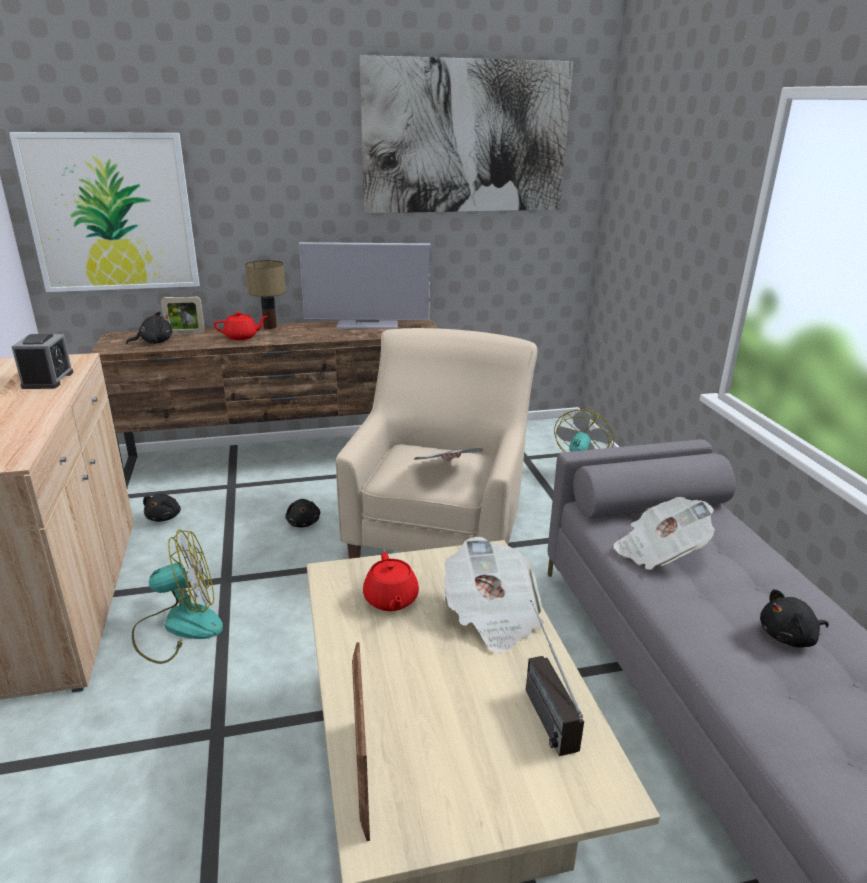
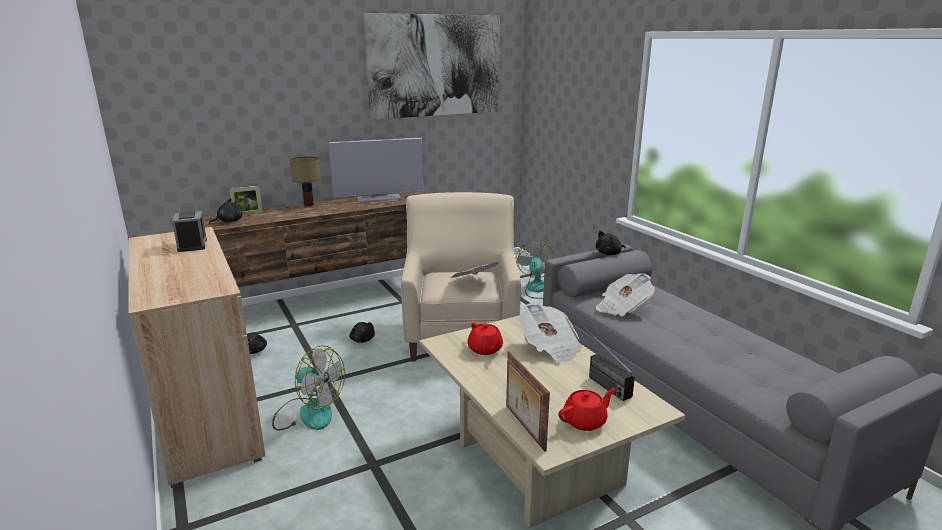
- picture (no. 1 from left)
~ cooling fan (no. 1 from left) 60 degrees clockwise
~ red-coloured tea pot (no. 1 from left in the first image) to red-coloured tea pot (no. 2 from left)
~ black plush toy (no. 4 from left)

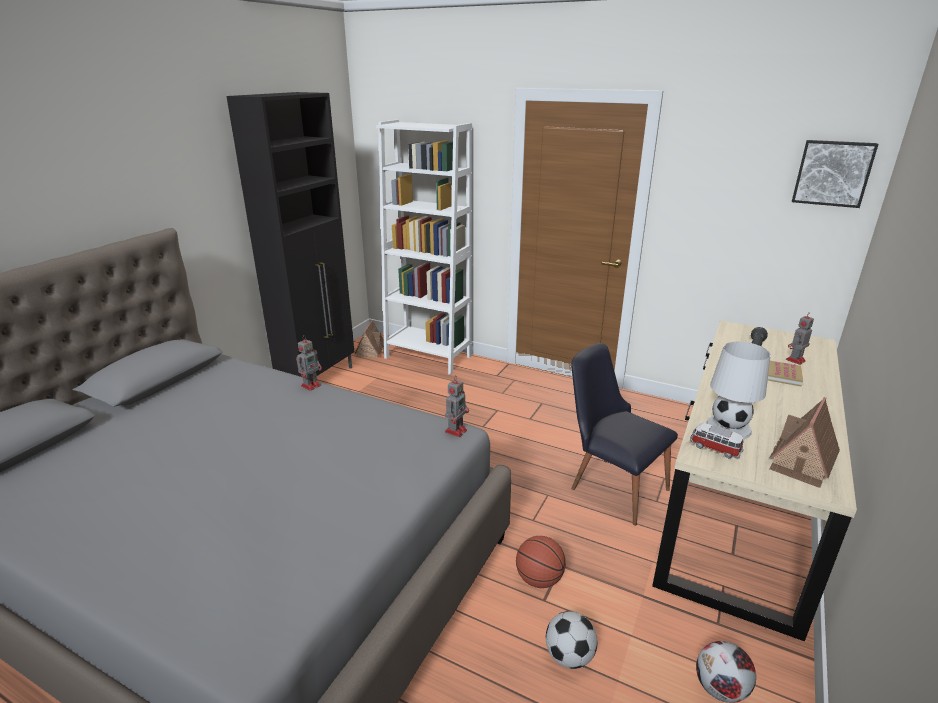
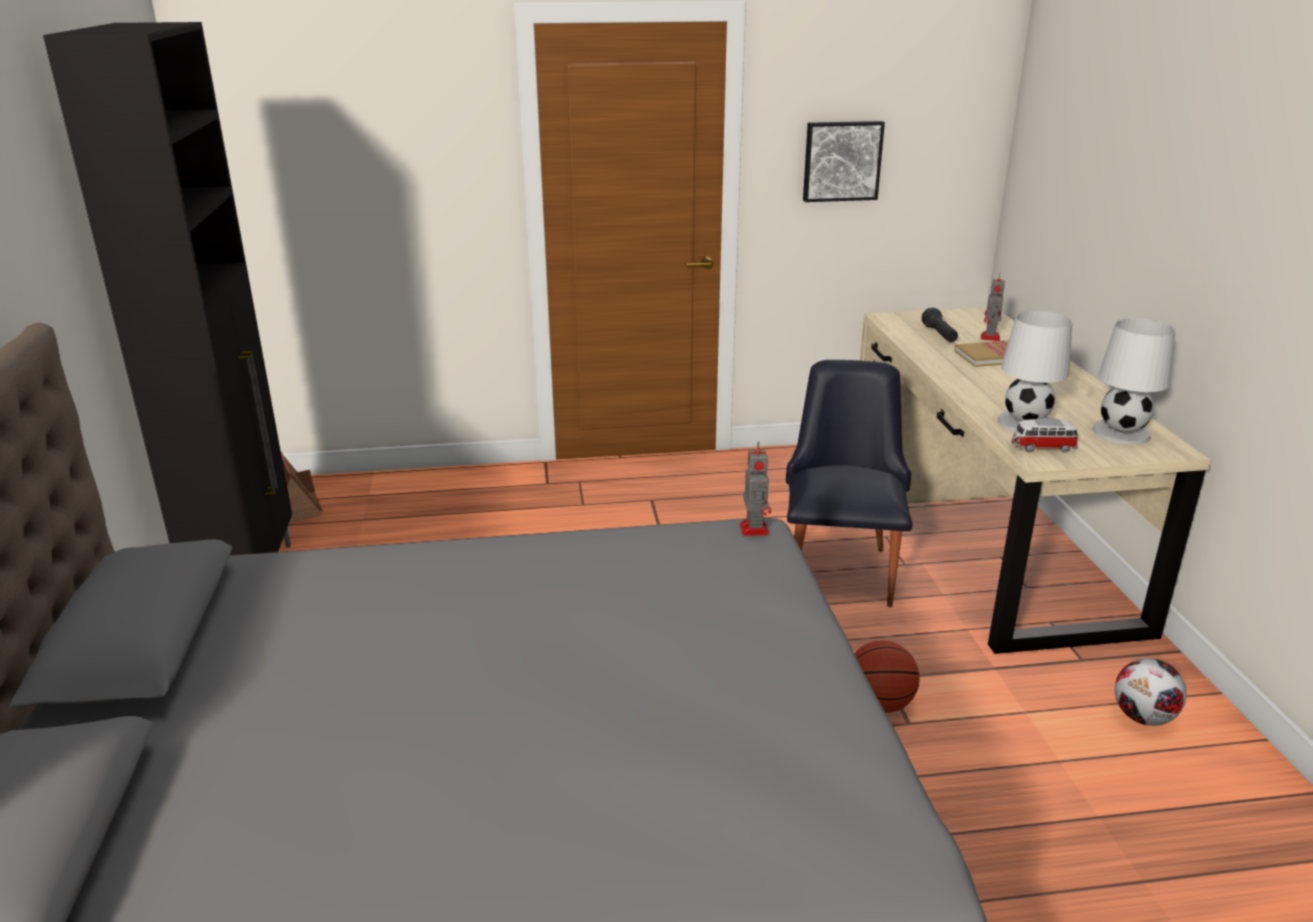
- model robot (no. 1 from left)
- white-coloured bookshelf
- football (no. 1 from left)
~ black plain chair 90 degrees clockwise
~ model house (no. 2 from left) to white-coloured lamp for a table (no. 2 from left)
~ picture

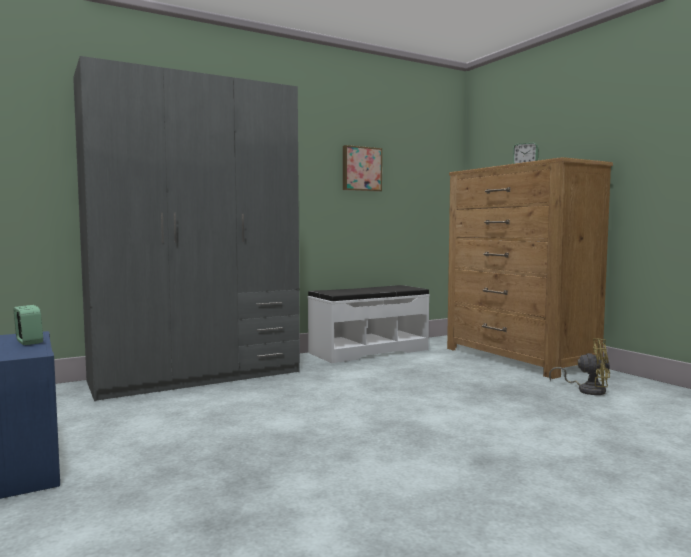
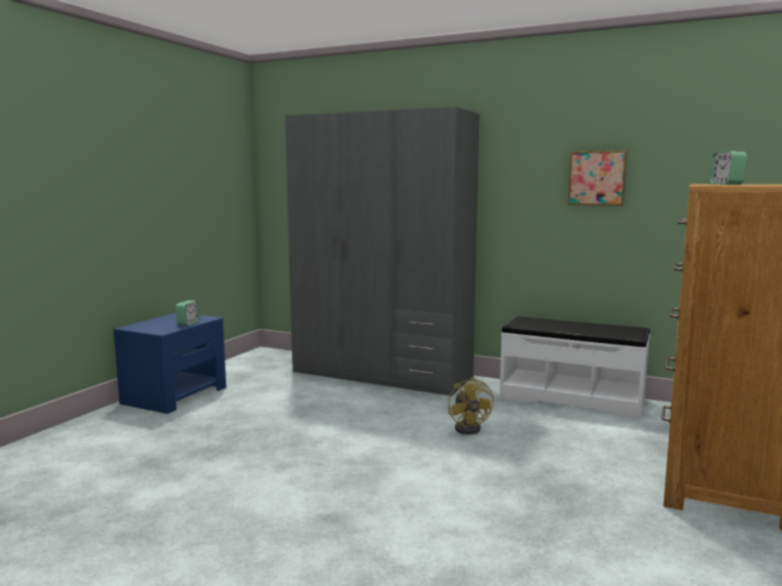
~ yellow-coloured cooling fan

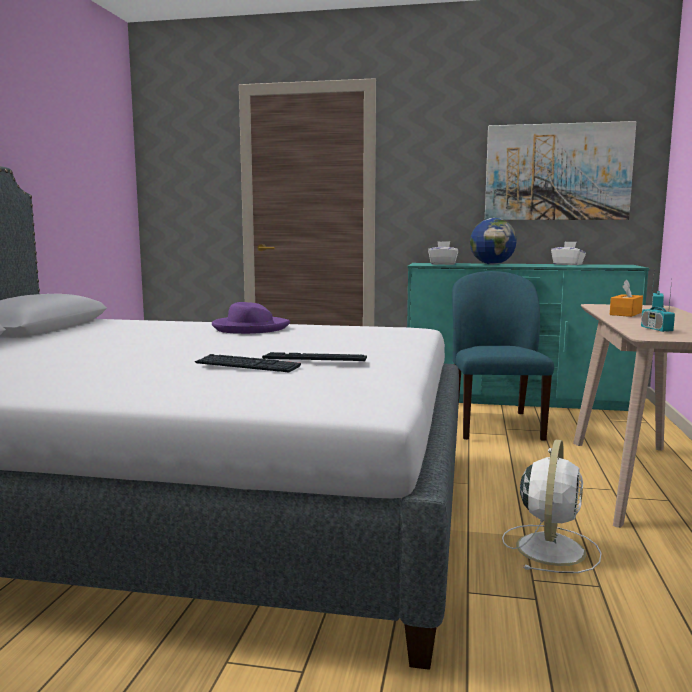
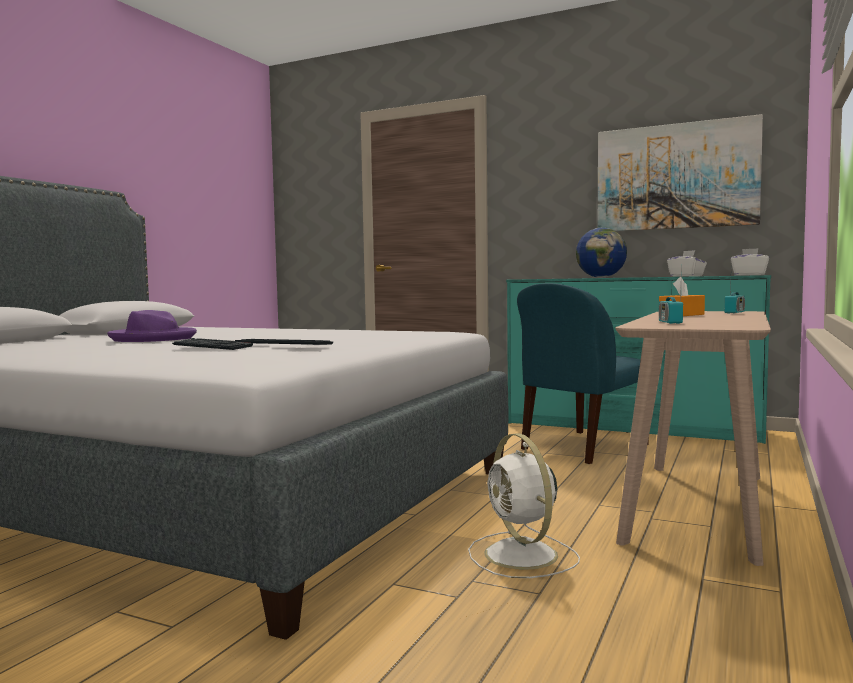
~ purple hat
~ white-coloured tissue box (no. 1 from left in the first image) to white-coloured tissue box (no. 2 from left)
~ bluish plain chair 150 degrees counterclockwise
~ white-coloured cooling fan 120 degrees clockwise

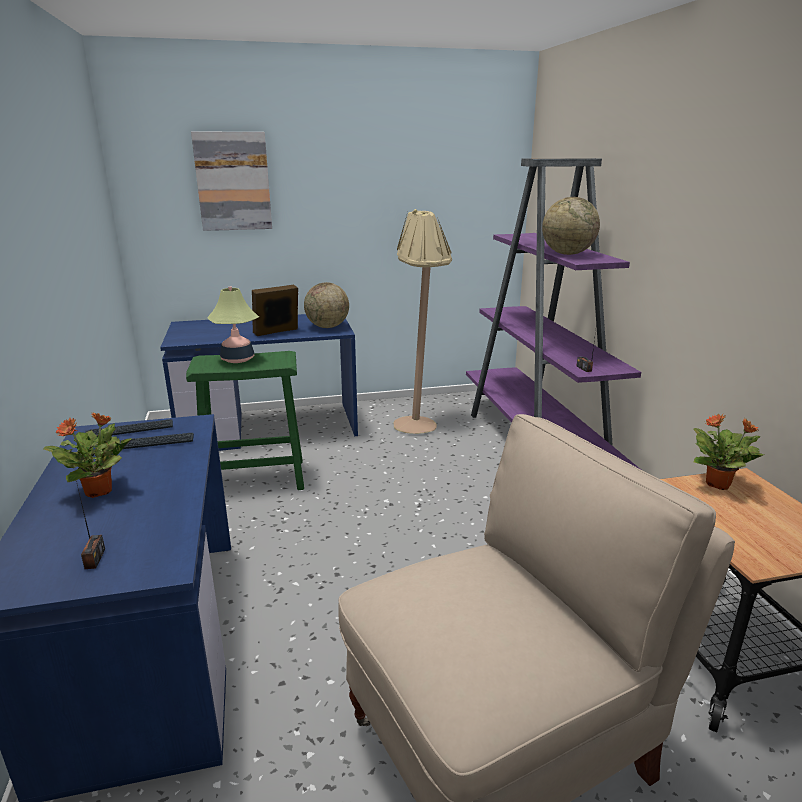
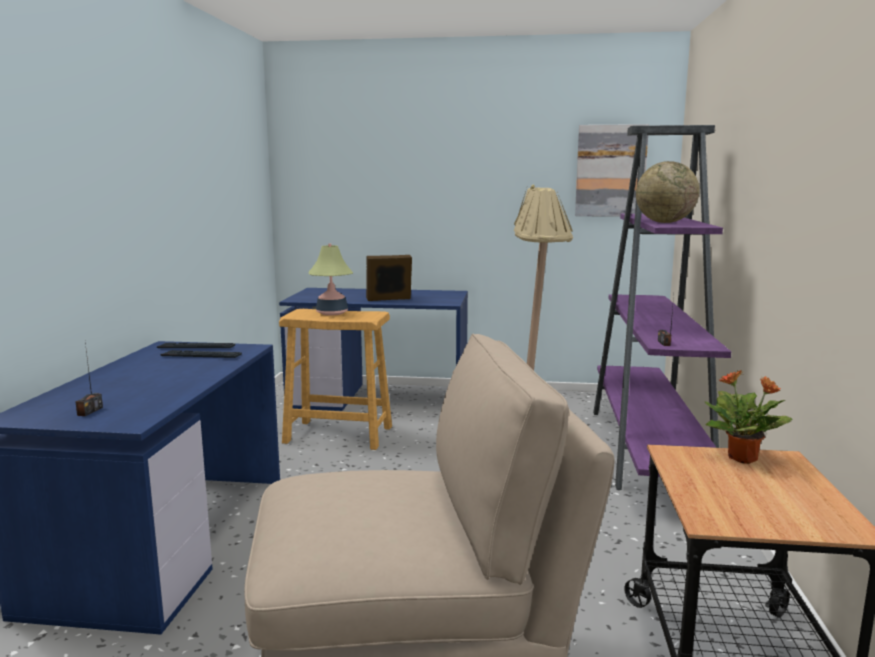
- potted plant (no. 1 from left)
~ greenish stool to sand-coloured stool
~ picture
- desk globe (no. 1 from left)

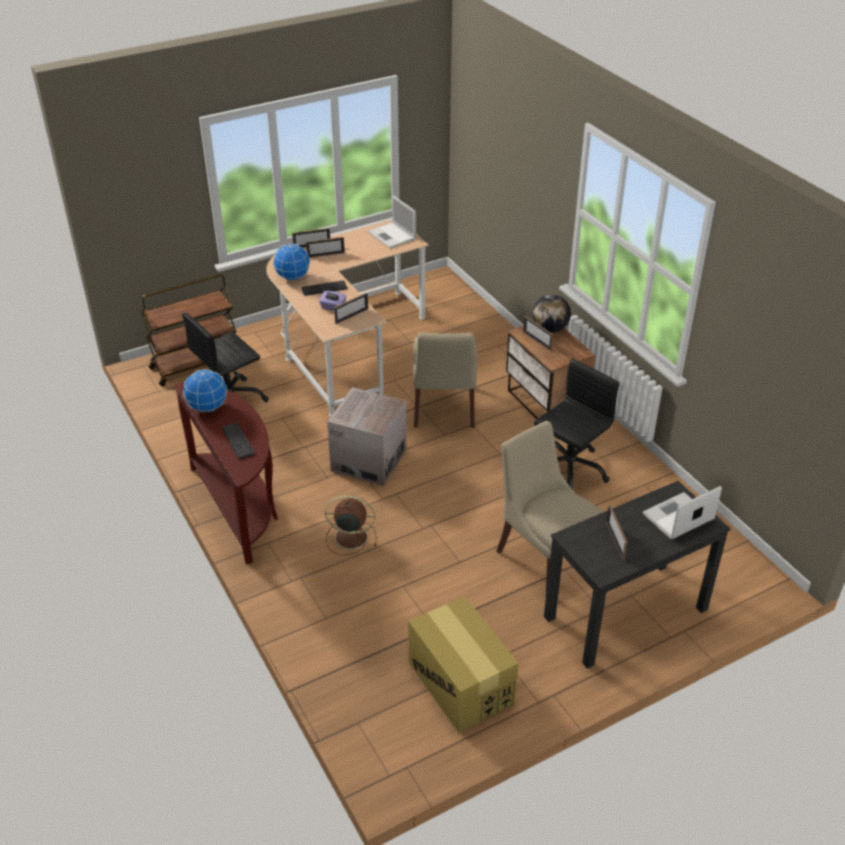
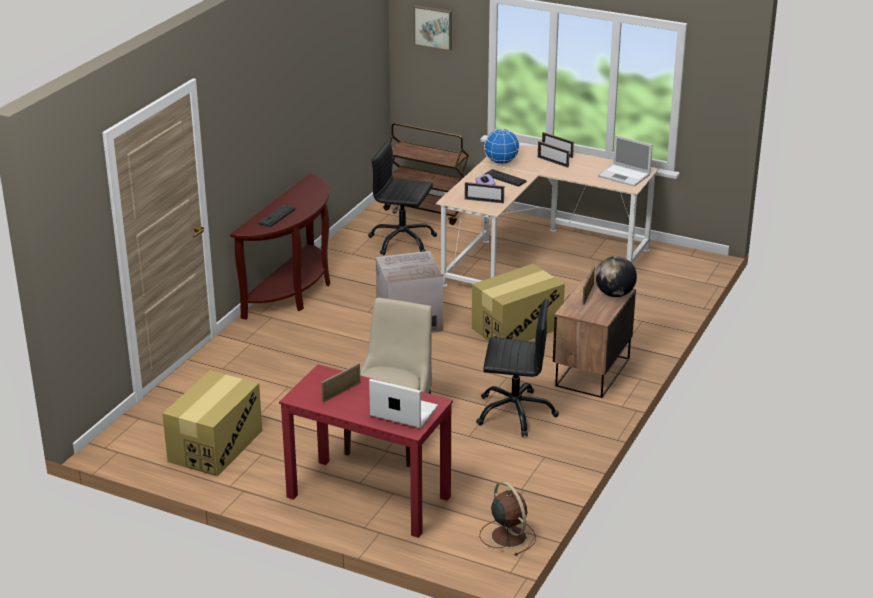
- desk globe (no. 1 from left)
~ brown-coloured cooling fan
~ portable computer (no. 1 from left in the first image) 75 degrees counterclockwise
~ sand-coloured plain chair (no. 1 from left) to packing box (no. 3 from left)
~ black desk to red-coloured desk
+ picture

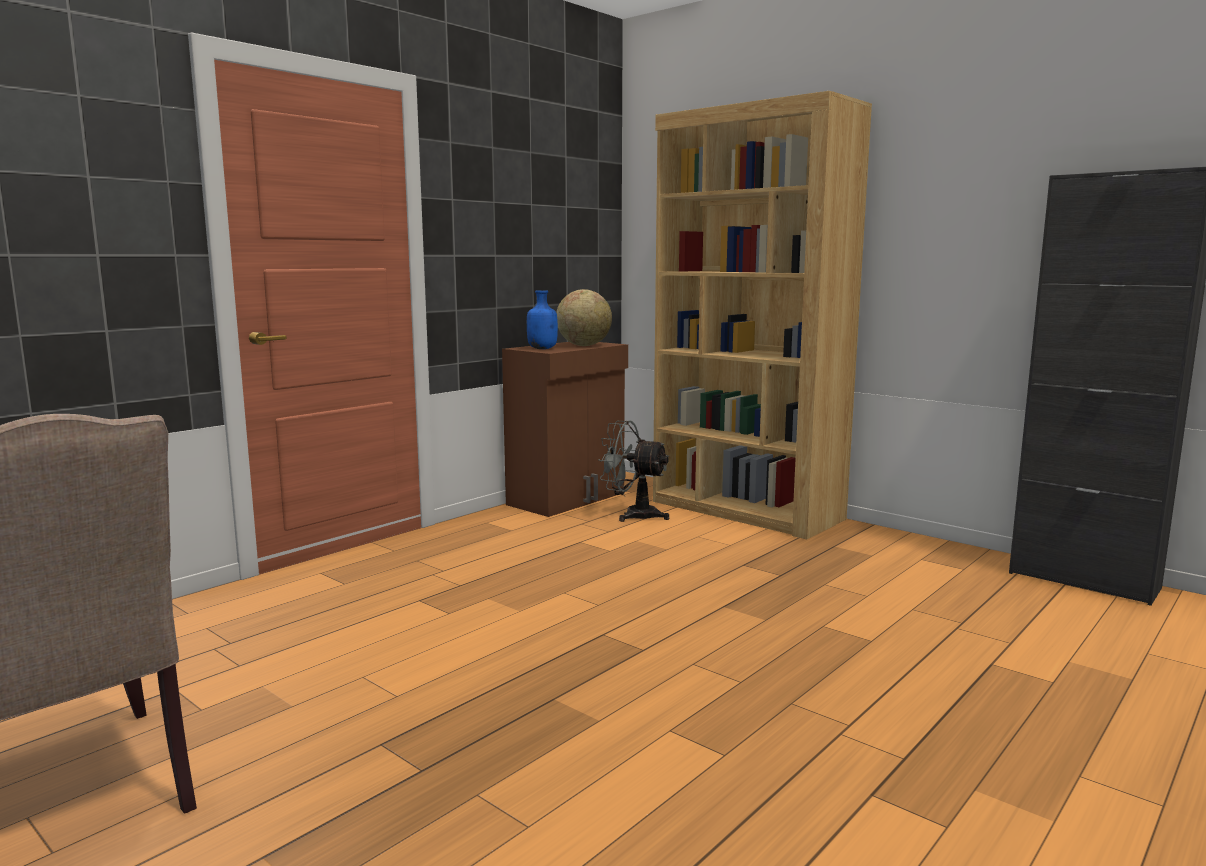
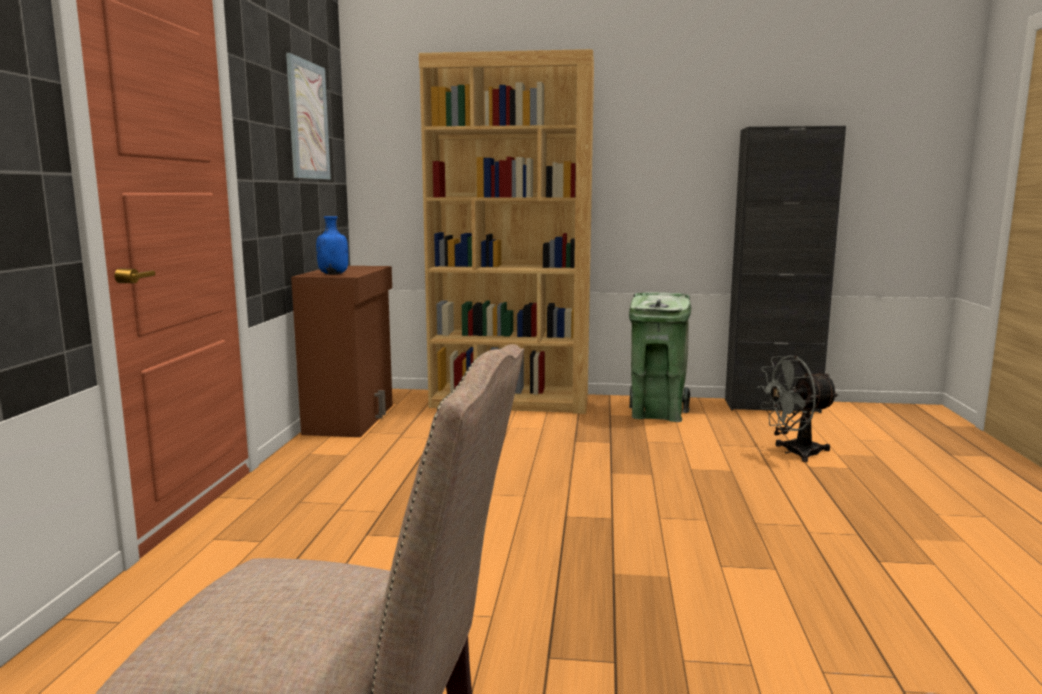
- desk globe
~ gray cooling fan
+ picture
+ greenish waste bin

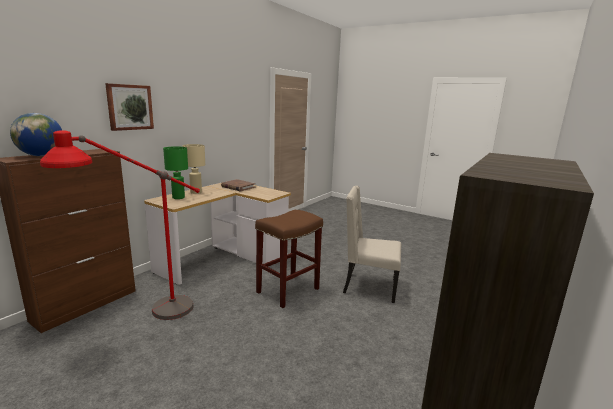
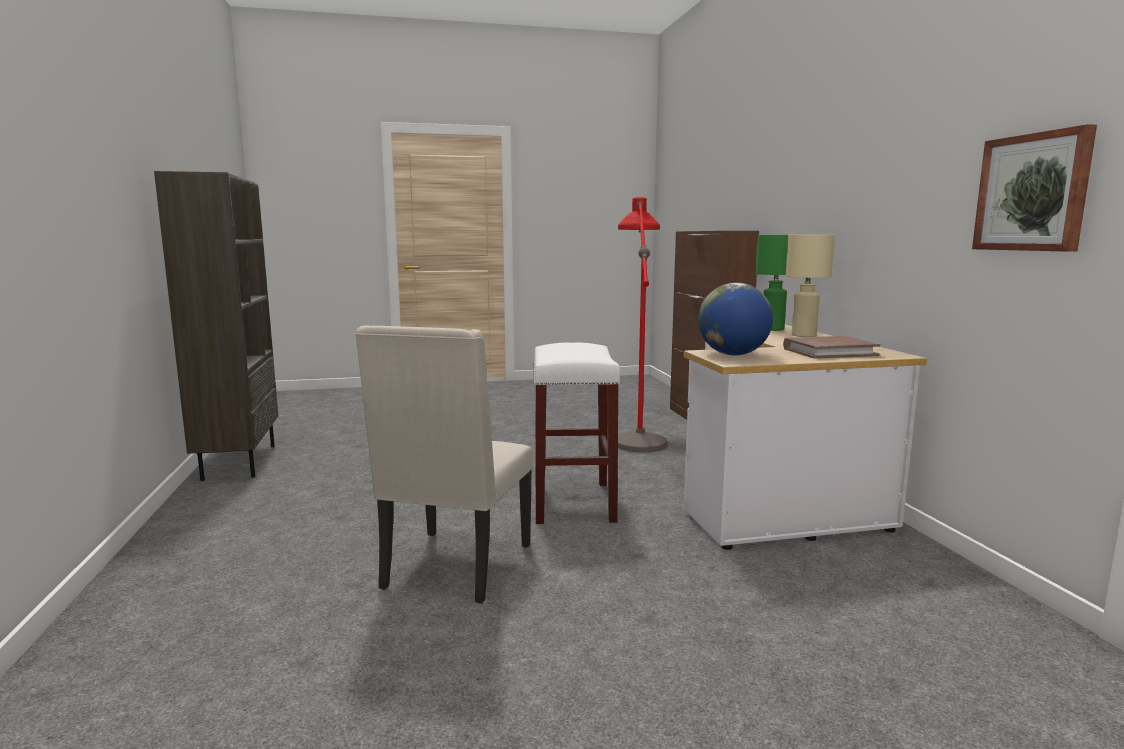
~ desk globe
~ picture
~ brown-coloured stool to white-coloured stool
~ sand-coloured plain chair 135 degrees clockwise

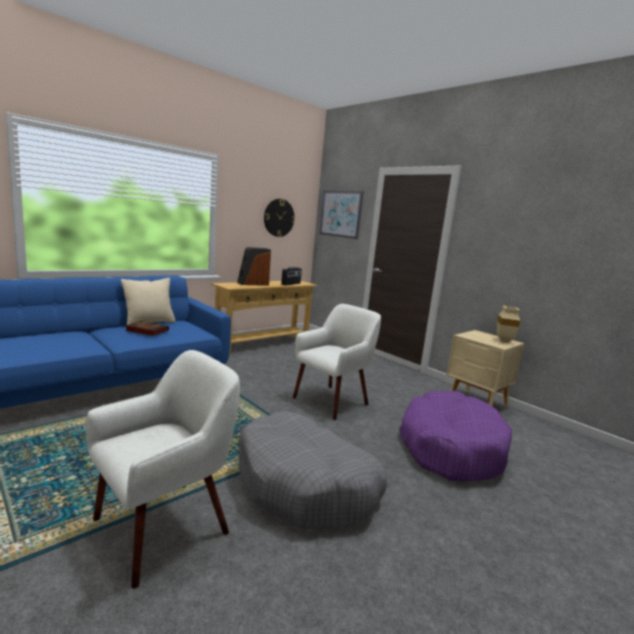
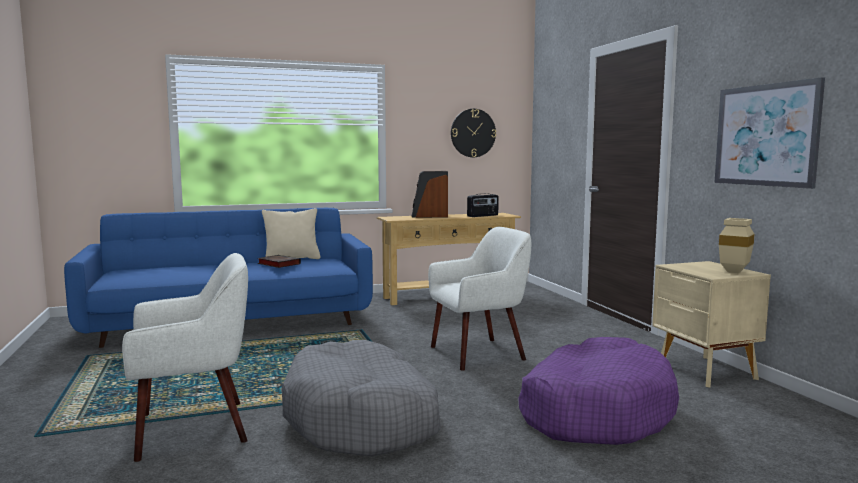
~ picture

